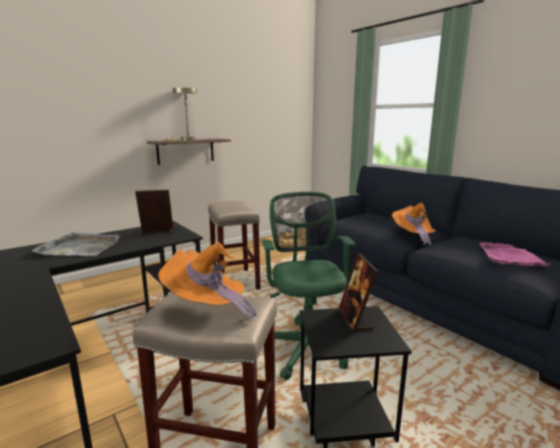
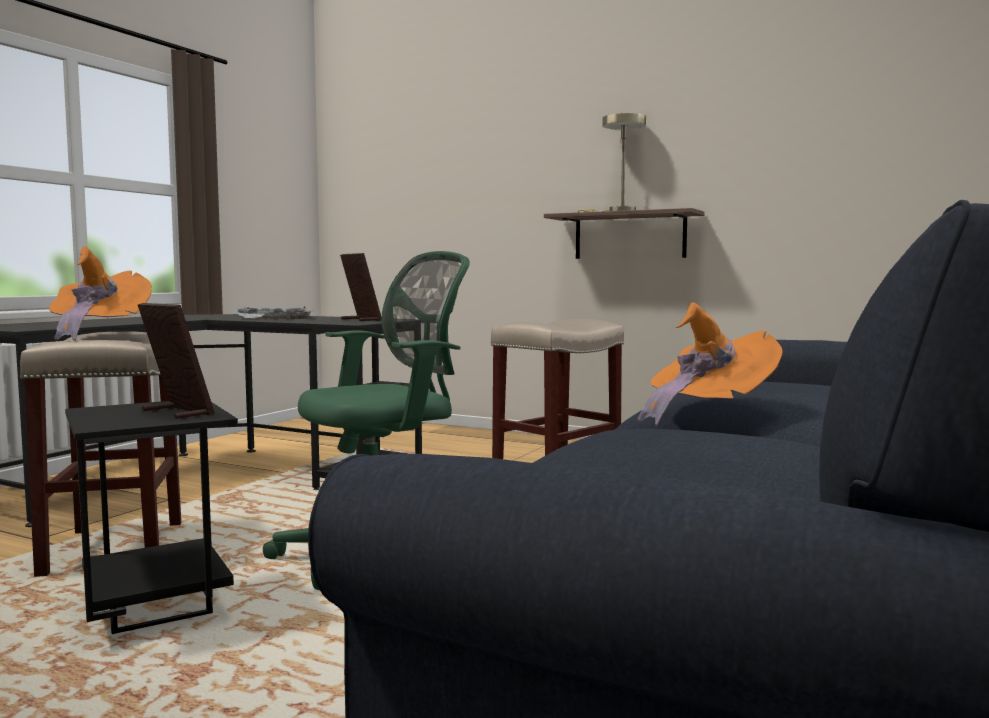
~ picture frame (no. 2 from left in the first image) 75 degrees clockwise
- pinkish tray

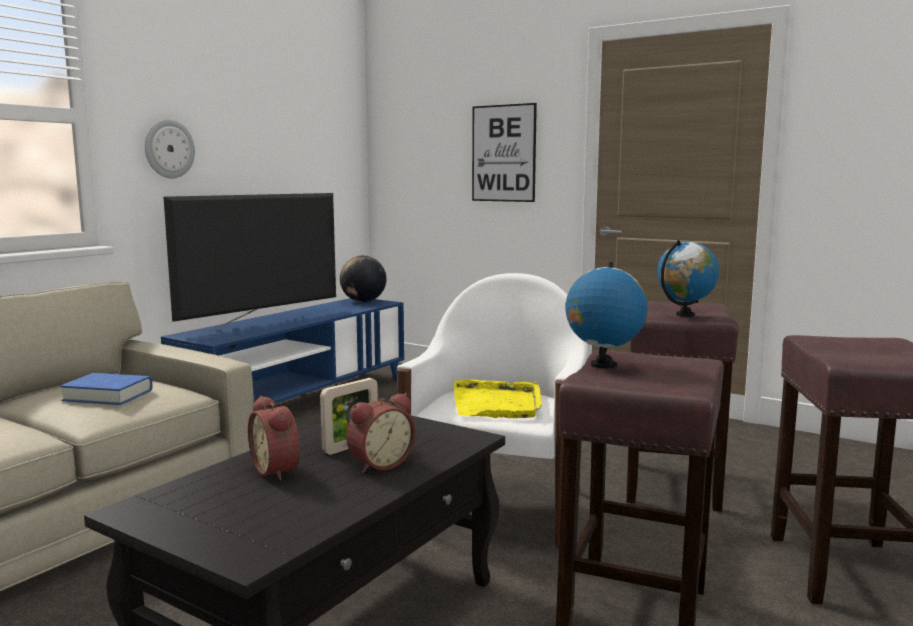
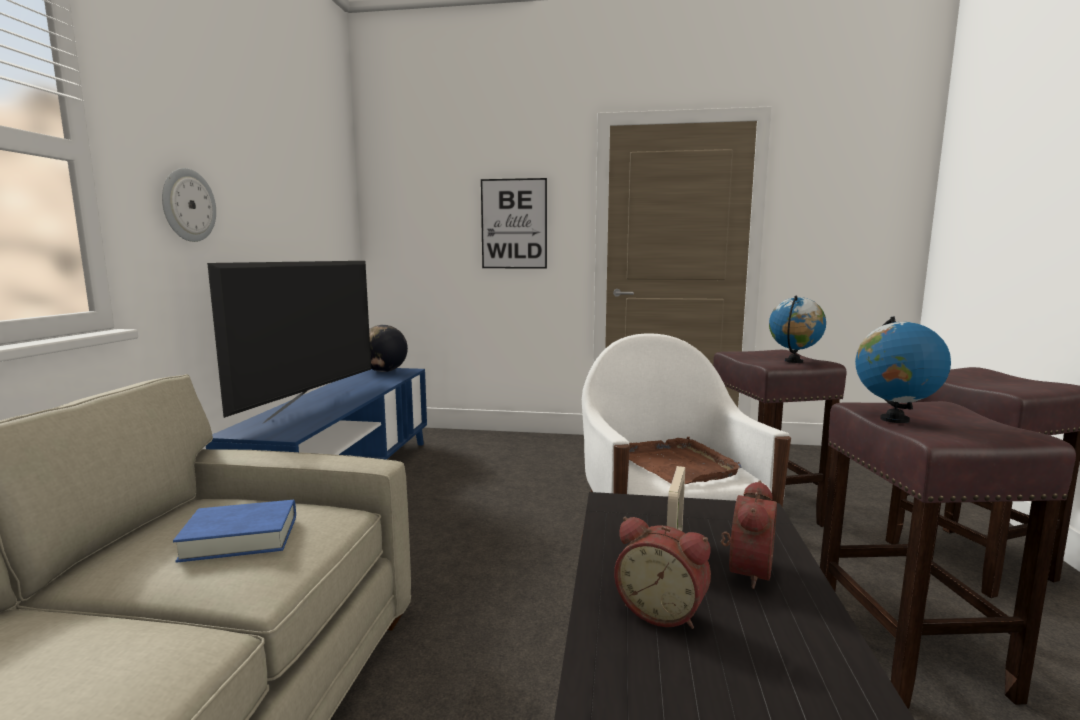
~ yellow-coloured tray to brown-coloured tray

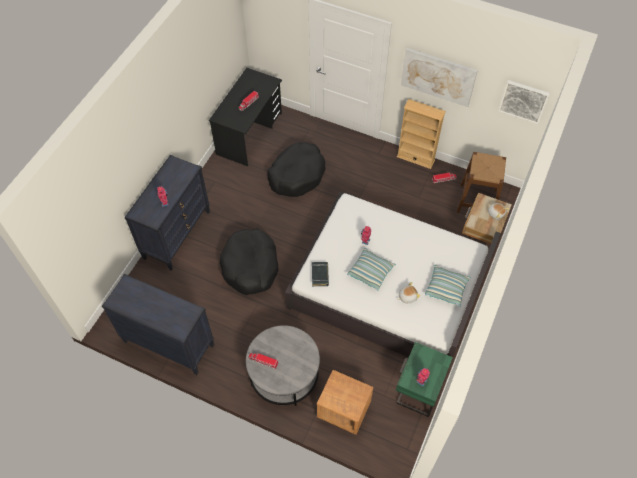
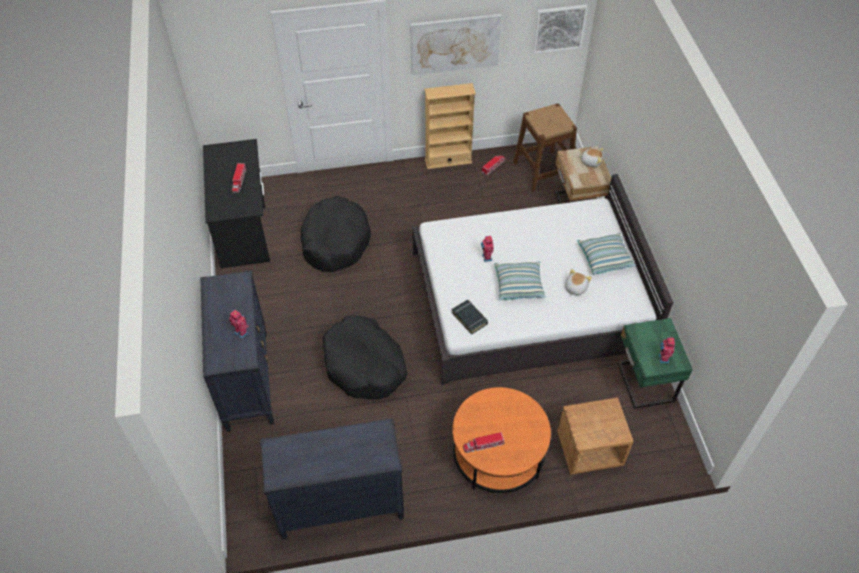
~ gray low table to orange low table

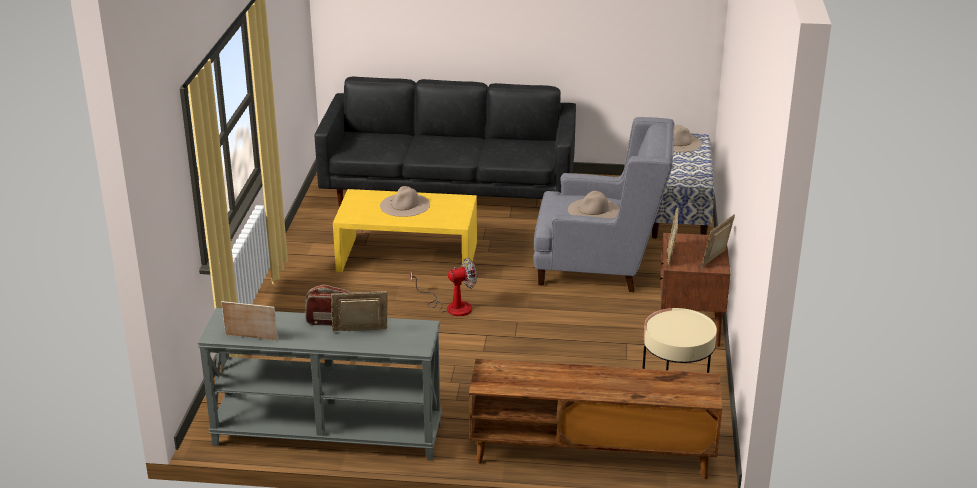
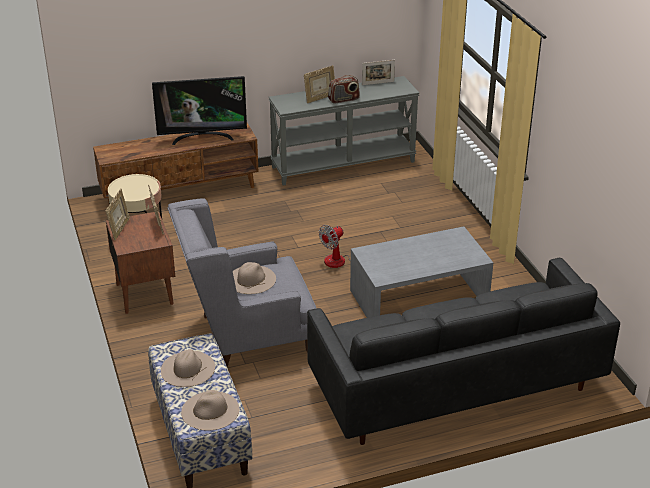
~ yellow-coloured low table to gray low table
~ sand-coloured hat (no. 1 from left)
+ TV

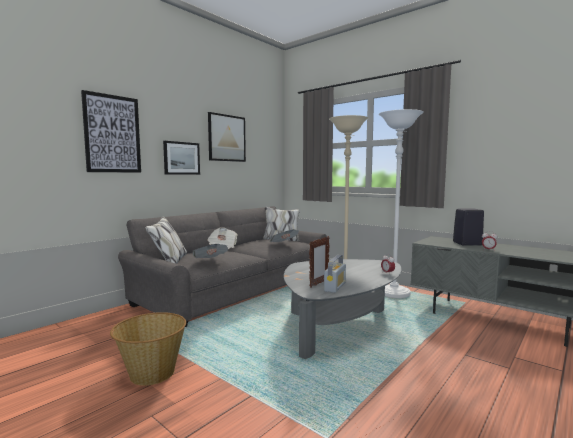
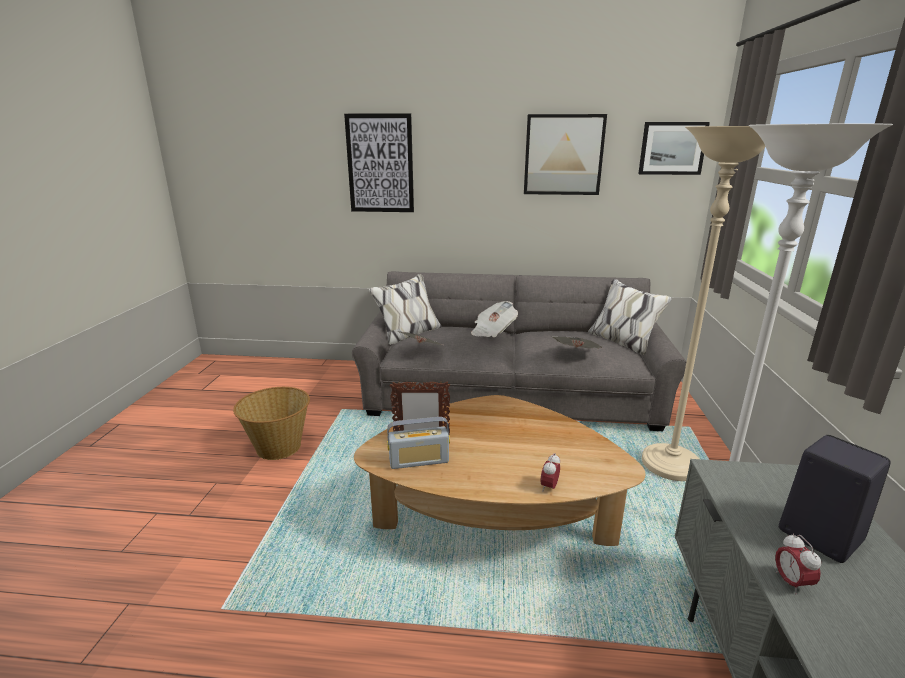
~ picture (no. 2 from left in the first image) to picture (no. 3 from left)
~ gray low table to brown-coloured low table

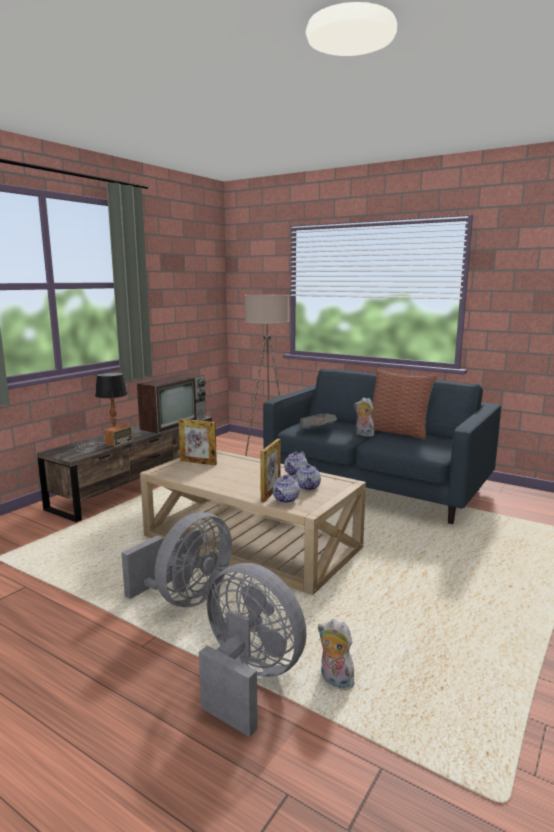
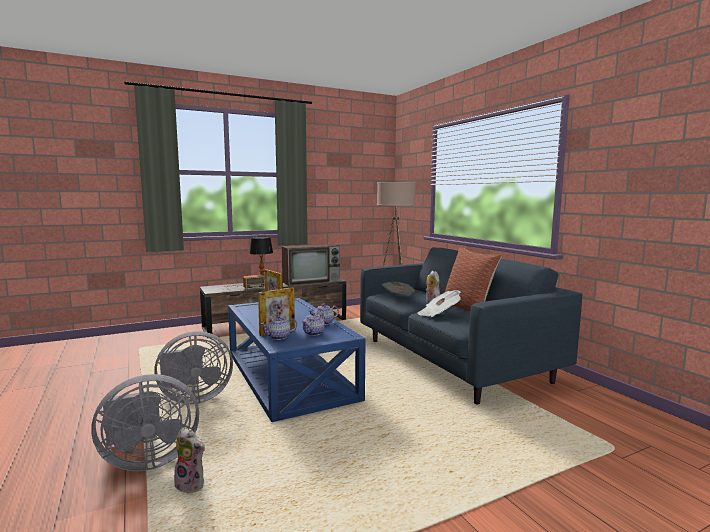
~ sand-coloured low table to bluish low table
~ gray cooling fan (no. 2 from left in the first image) 90 degrees clockwise
~ plush toy (no. 1 from left) 135 degrees clockwise
+ newspaper (no. 2 from left)

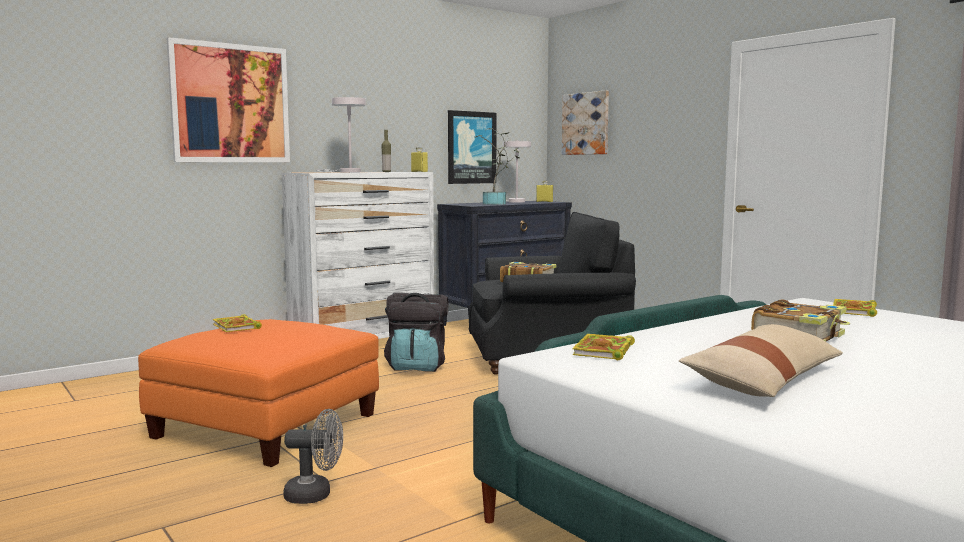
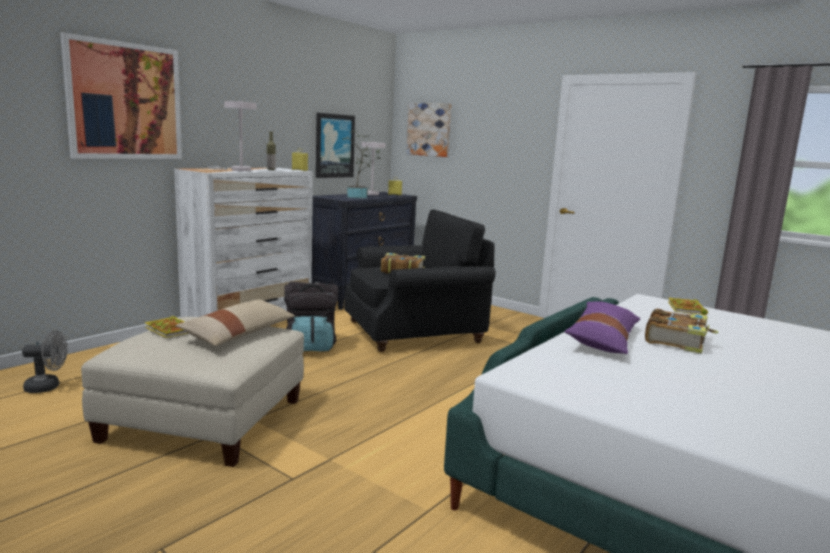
~ orange footrest to sand-coloured footrest
~ gray cooling fan
- bound book (no. 3 from left)
~ sand-coloured cushion
+ purple cushion

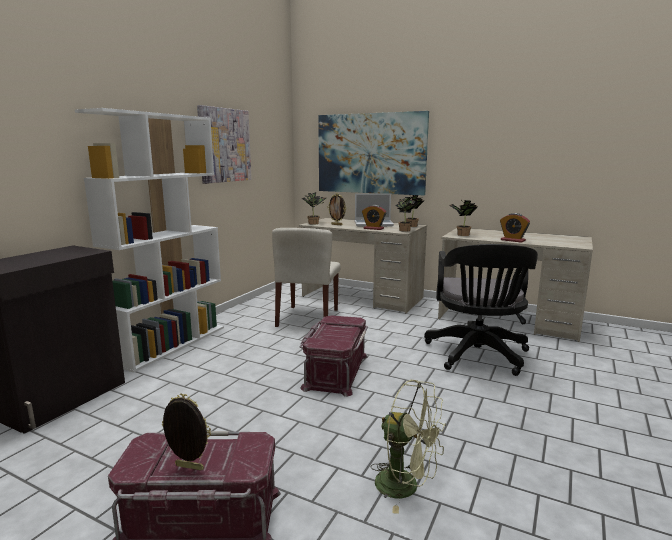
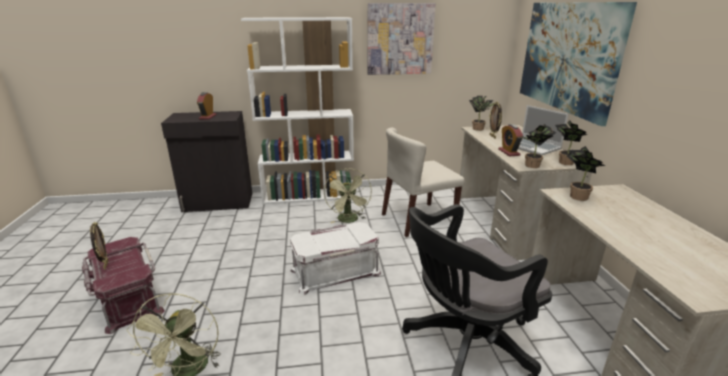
~ red-coloured storage bin (no. 2 from left) to white-coloured storage bin
~ table clock (no. 2 from left in the first image) to table clock (no. 1 from left)
+ greenish cooling fan (no. 2 from left)

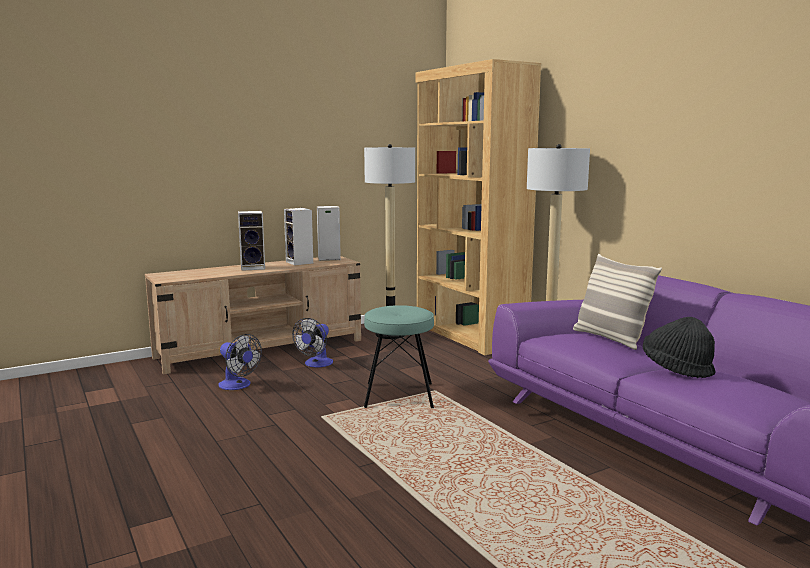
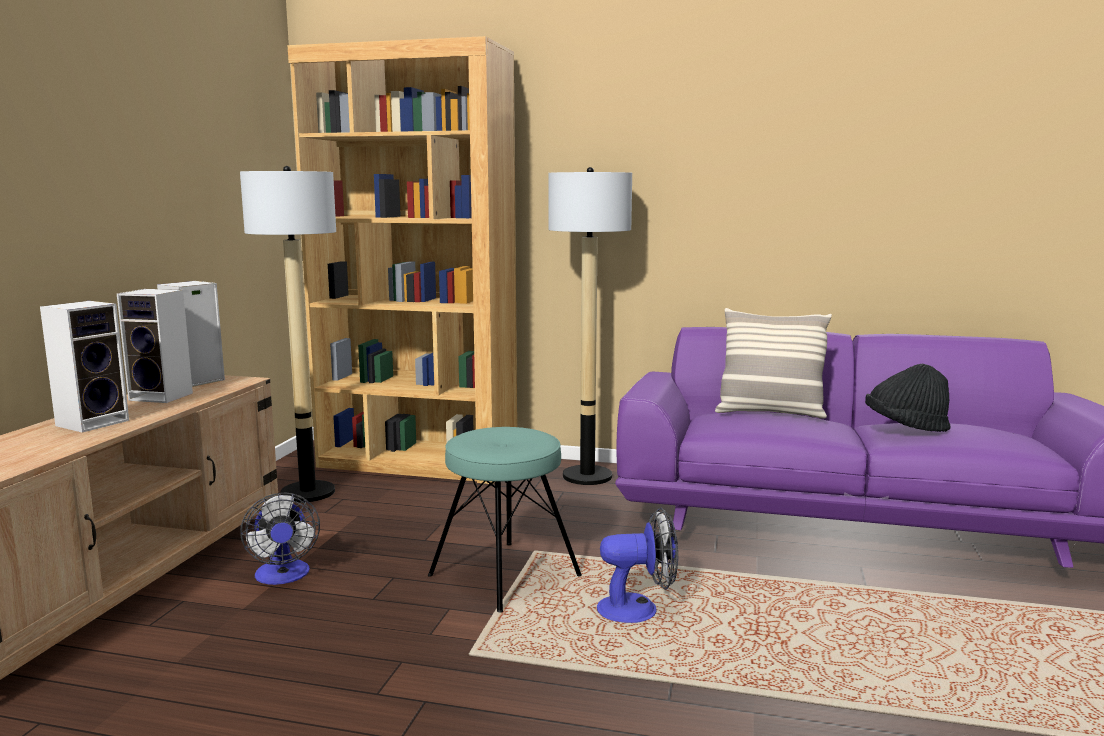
~ cooling fan (no. 1 from left in the first image) to cooling fan (no. 2 from left)

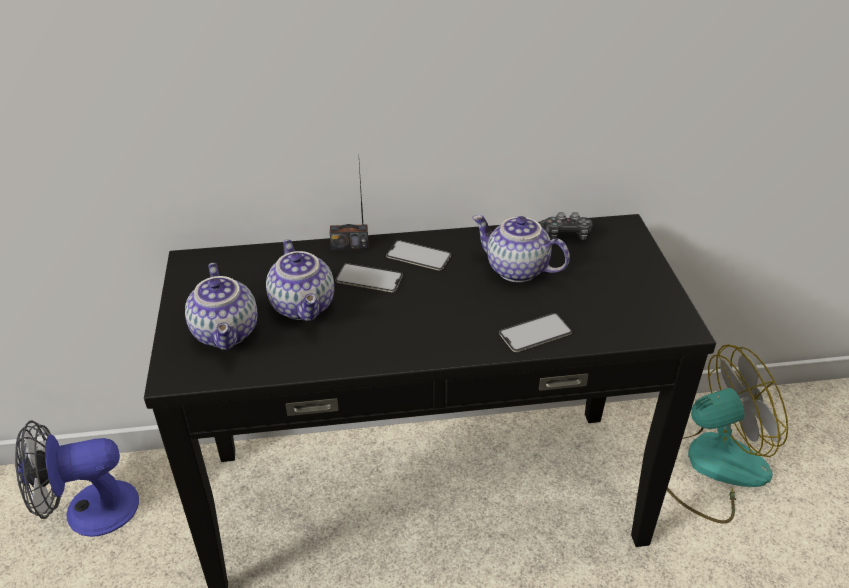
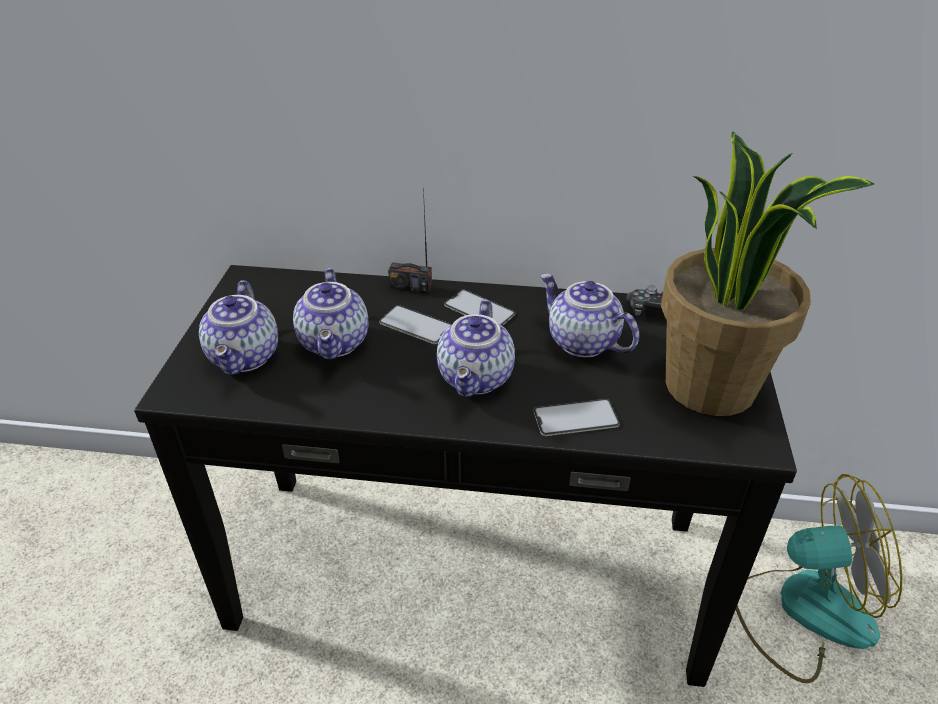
- cooling fan (no. 1 from left)
+ tea pot (no. 3 from left)
+ potted plant

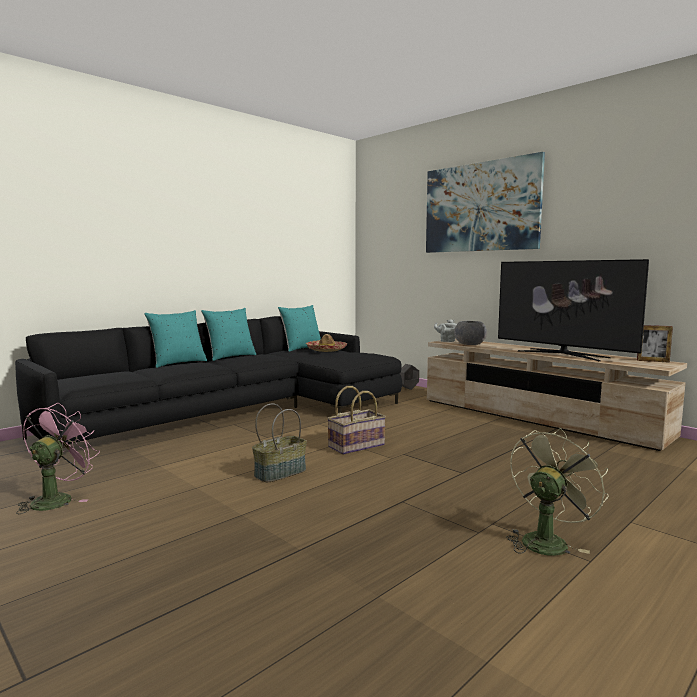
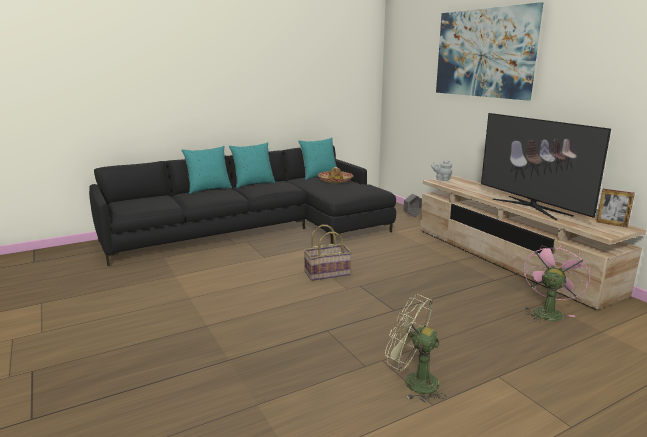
~ pinkish cooling fan
- basket (no. 1 from left)
- gray deep dish
~ greenish cooling fan 120 degrees counterclockwise

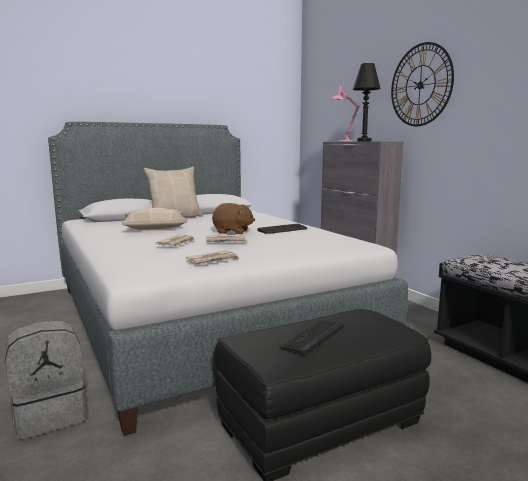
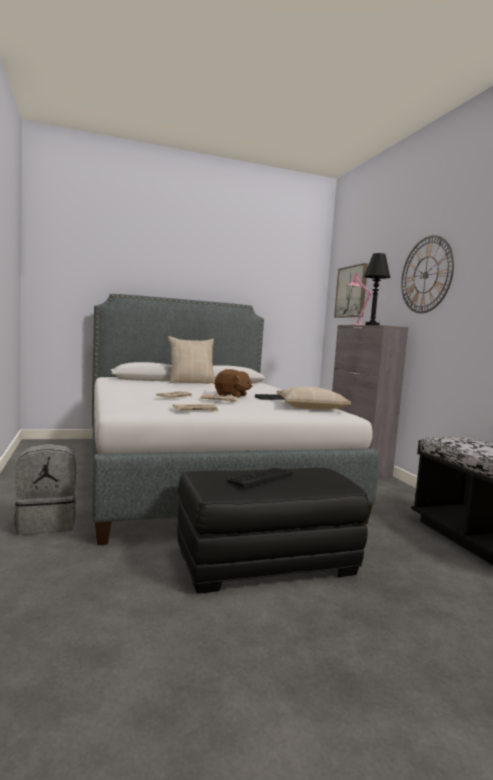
~ sand-coloured cushion (no. 1 from left in the first image) to sand-coloured cushion (no. 2 from left)
+ picture

